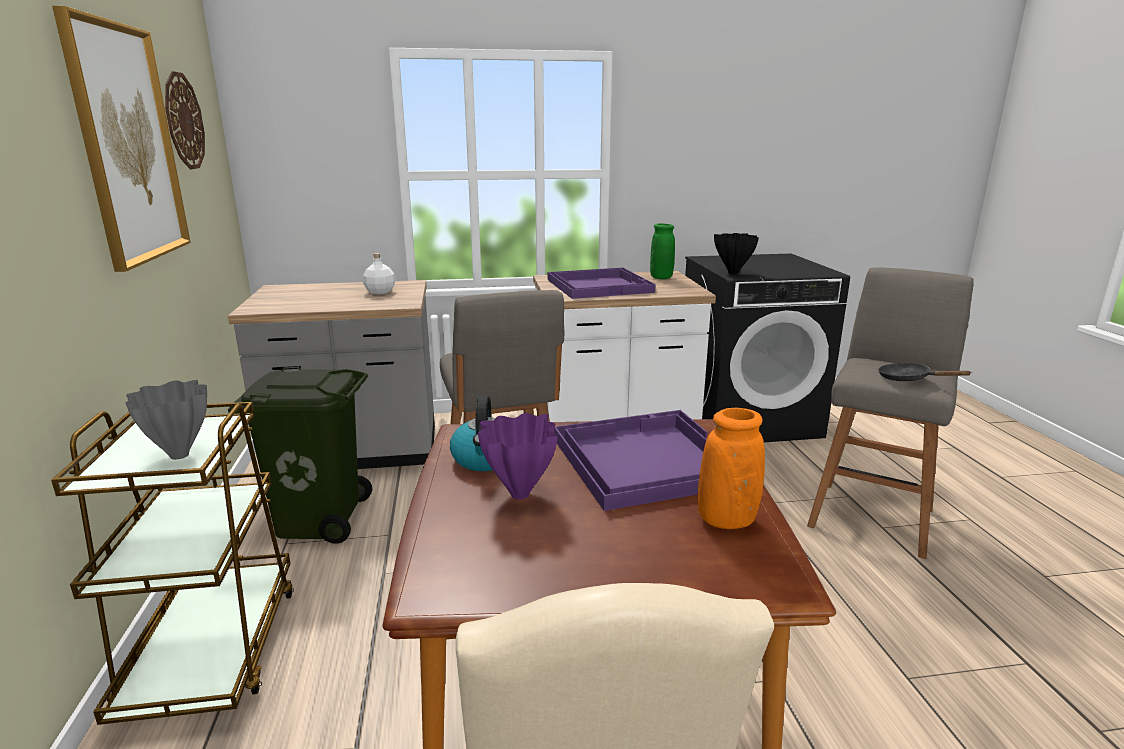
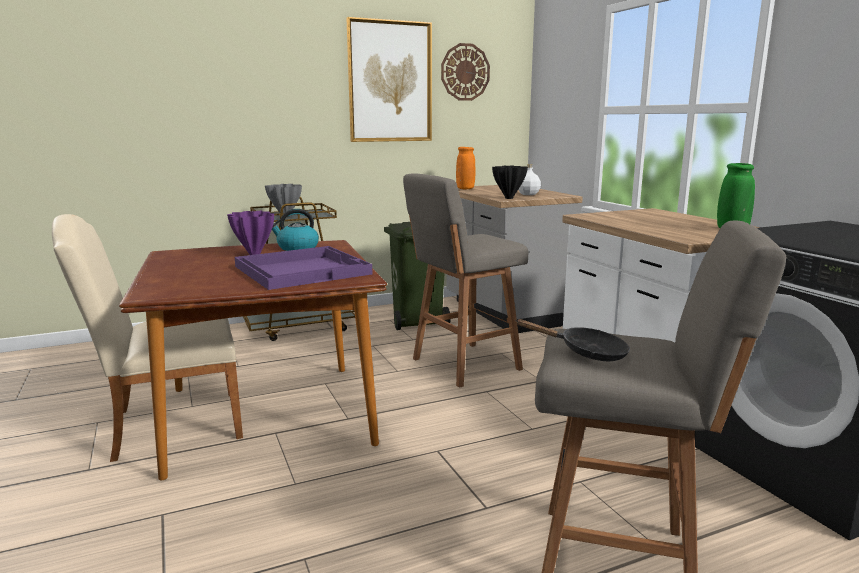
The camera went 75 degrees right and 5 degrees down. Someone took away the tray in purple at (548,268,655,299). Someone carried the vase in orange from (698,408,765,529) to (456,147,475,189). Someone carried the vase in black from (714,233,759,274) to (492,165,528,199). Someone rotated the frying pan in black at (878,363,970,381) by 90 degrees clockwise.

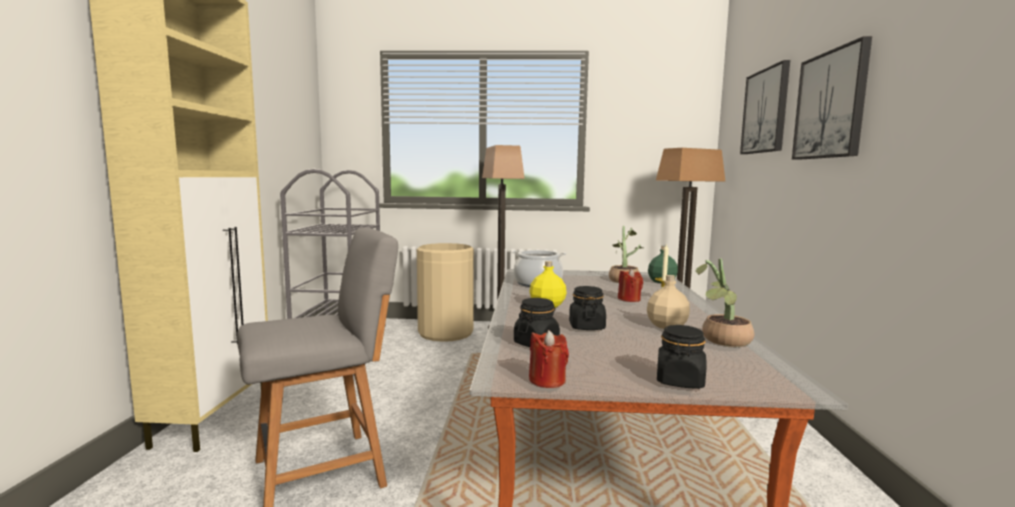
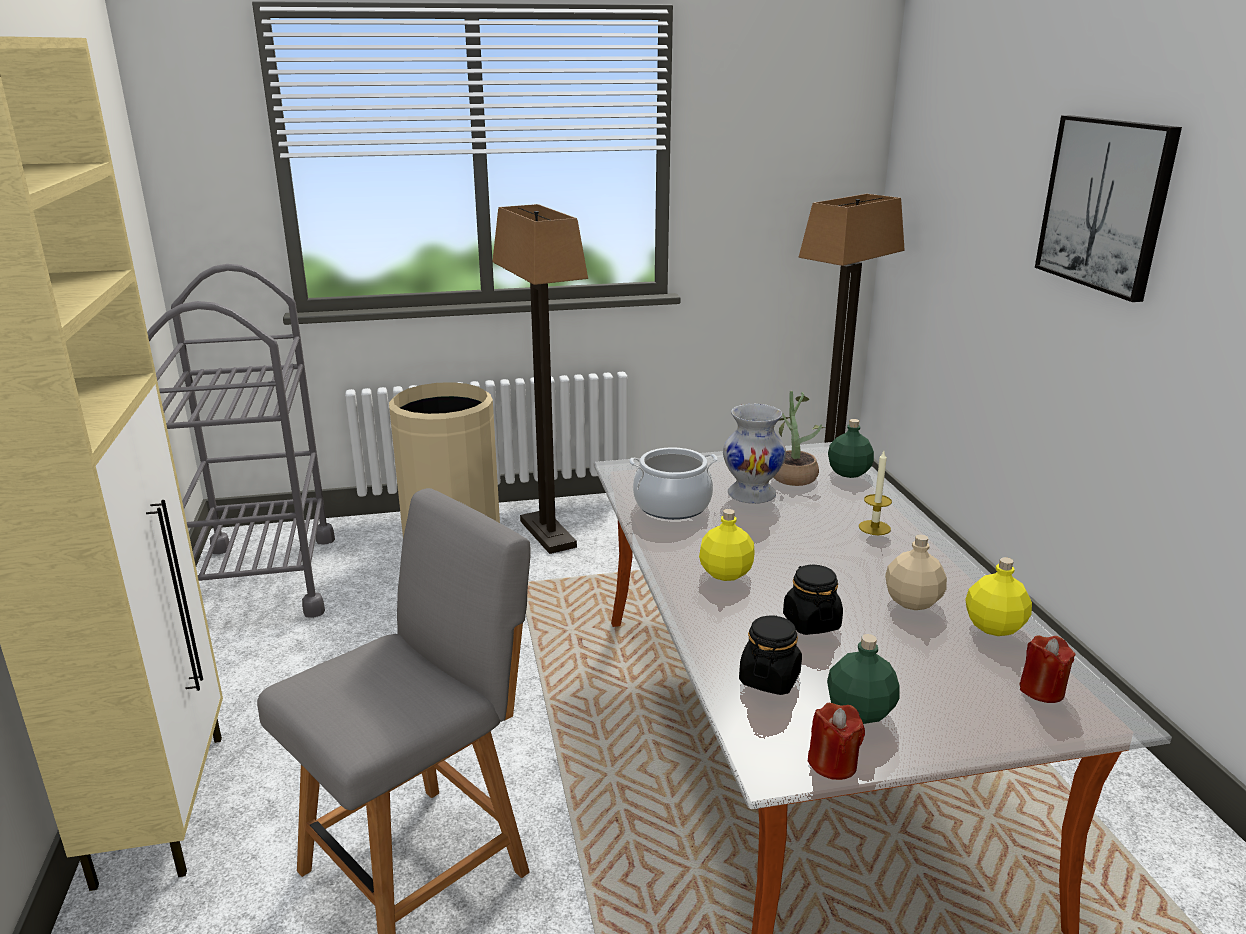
The camera went 15 degrees left and 15 degrees up. Someone took away the jar in black at (657,325,706,389). Someone took away the picture at (740,60,790,154). Someone put down the vase in white at (723,404,786,504). Someone put down the bottle in green at (827,634,900,724). Someone carried the candle in red from (618,268,643,302) to (1020,636,1075,703). Someone swapped the potted plant at (696,258,754,347) for the bottle in yellow at (965,557,1032,636).

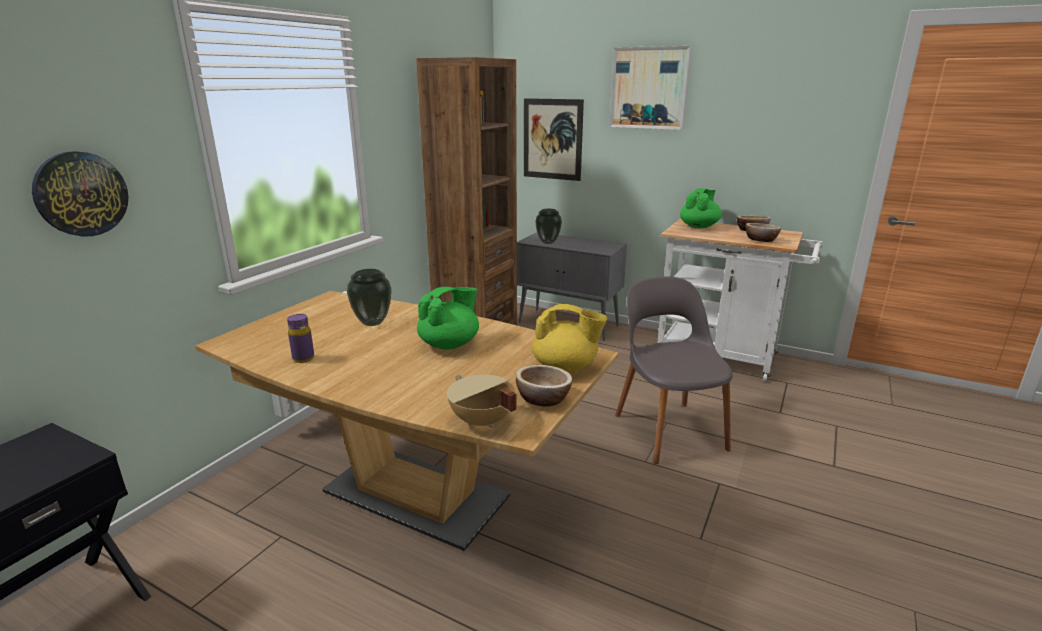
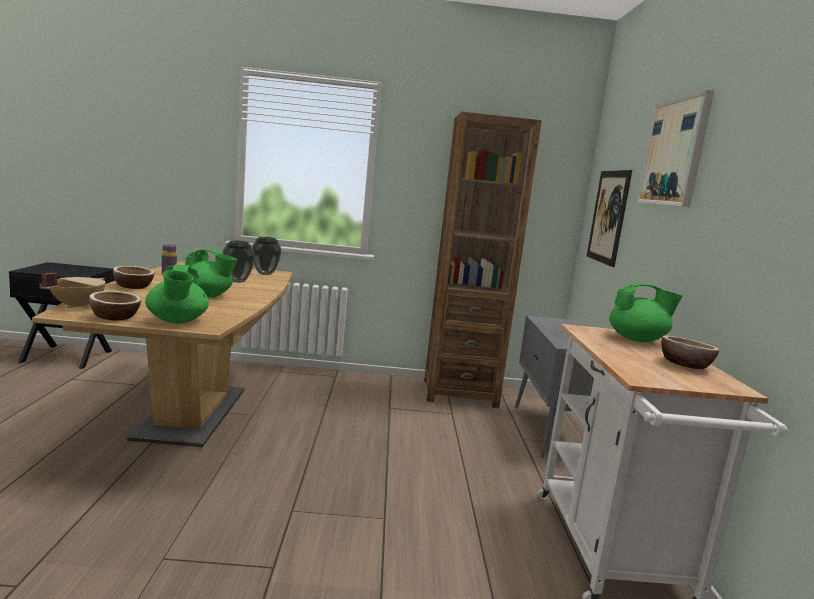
The camera went 60 degrees right and 10 degrees down. Someone took away the wall clock at (32,151,128,236). Someone took away the chair in grey at (615,276,733,464). Someone carried the vase from (535,209,562,244) to (252,237,281,275). Someone carried the bowl from (746,223,781,242) to (113,266,154,289). Someone repainted the teapot in yellow at (532,304,607,372), which became the teapot in green at (145,264,209,324).

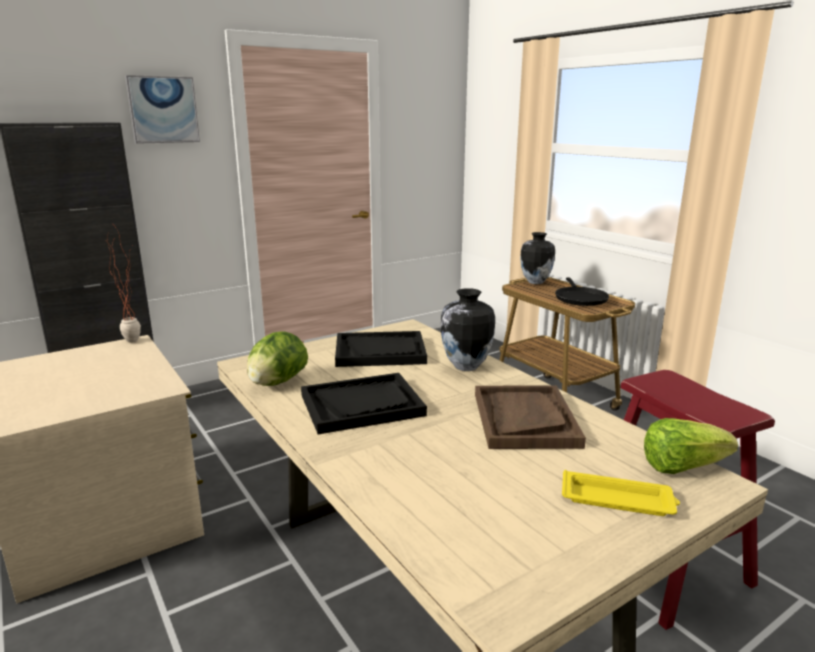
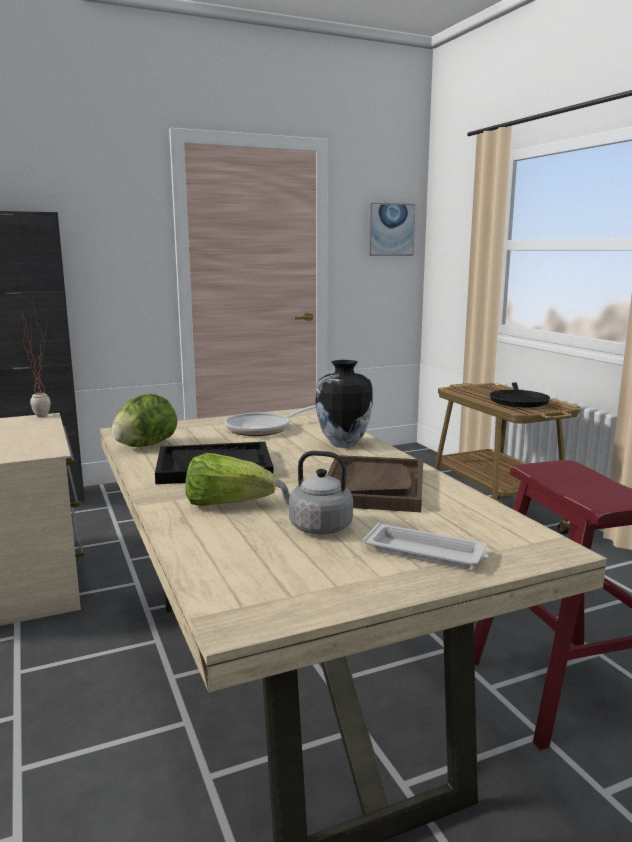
The camera went 10 degrees right and 5 degrees down. Someone took away the vase at (520,232,555,284). Someone put down the kettle in grey at (276,451,353,535). Someone carried the picture from (125,75,200,144) to (368,203,415,256). Someone carried the lettuce from (644,418,738,474) to (185,453,276,506). Someone swapped the tray in black at (335,331,427,367) for the frying pan at (225,405,316,436). Someone repainted the tray in yellow at (562,470,680,516), which became the tray in white at (363,522,489,569).

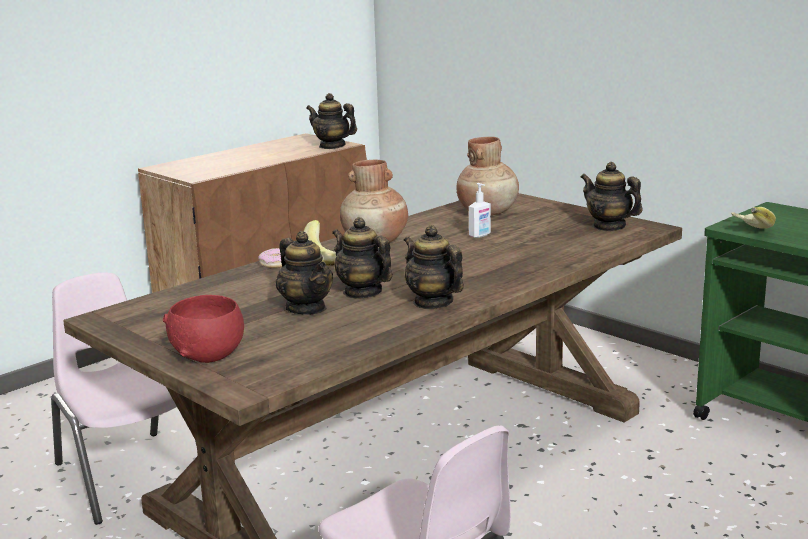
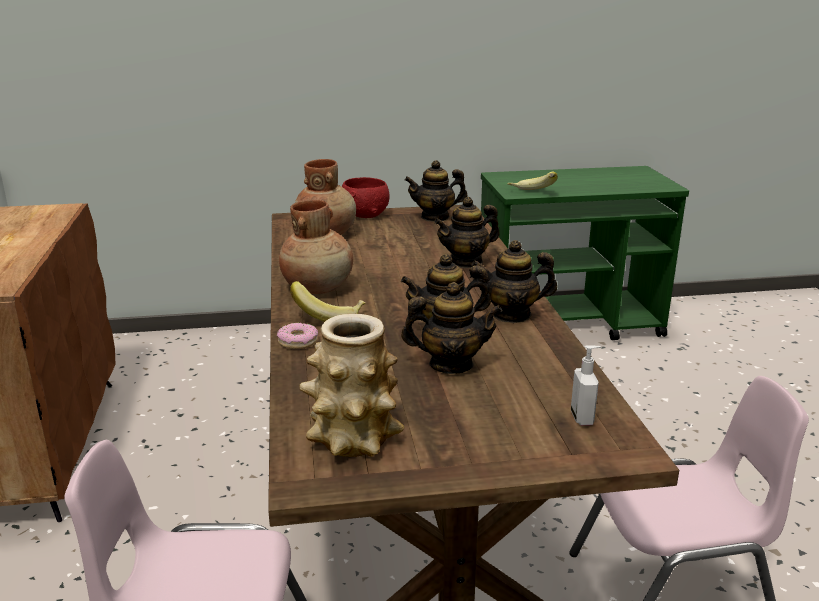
The camera went 55 degrees left and 5 degrees up. Someone put down the vase at (299,314,404,457). Someone carried the bowl in red from (163,295,244,363) to (342,177,390,218). Someone carried the teapot from (306,93,357,149) to (434,197,500,268). Someone carried the soap dispenser from (469,183,491,238) to (571,345,601,425).

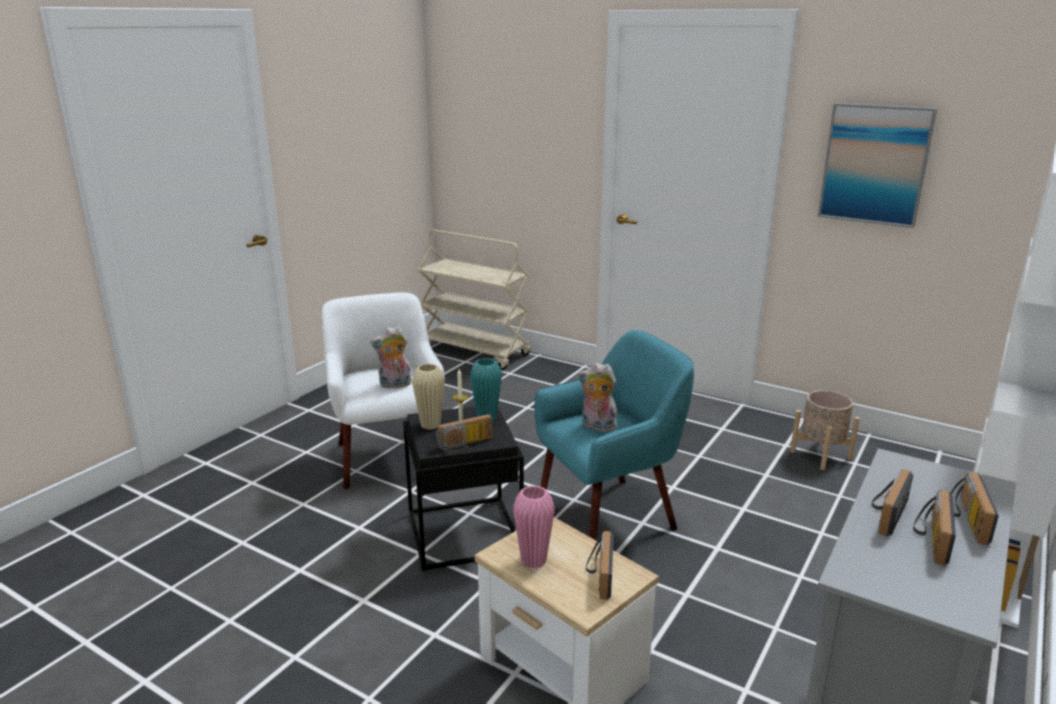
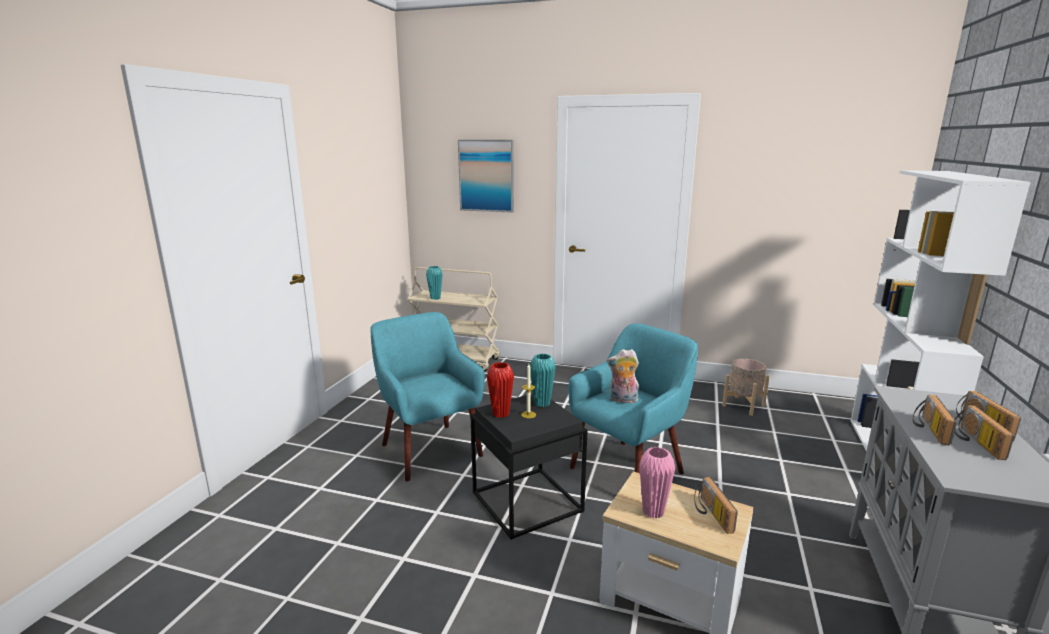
The camera went 15 degrees left and 5 degrees down. Someone took away the plush toy at (371,326,412,388). Someone took away the radio at (436,414,492,453). Someone put down the vase in turquoise at (426,266,443,300). Someone carried the picture from (818,103,937,228) to (458,140,514,213). Someone repainted the armchair in white at (322,292,445,489), which became the armchair in turquoise at (370,312,485,481). Someone repainted the vase in beige at (412,364,445,430), which became the vase in red at (487,362,514,418).

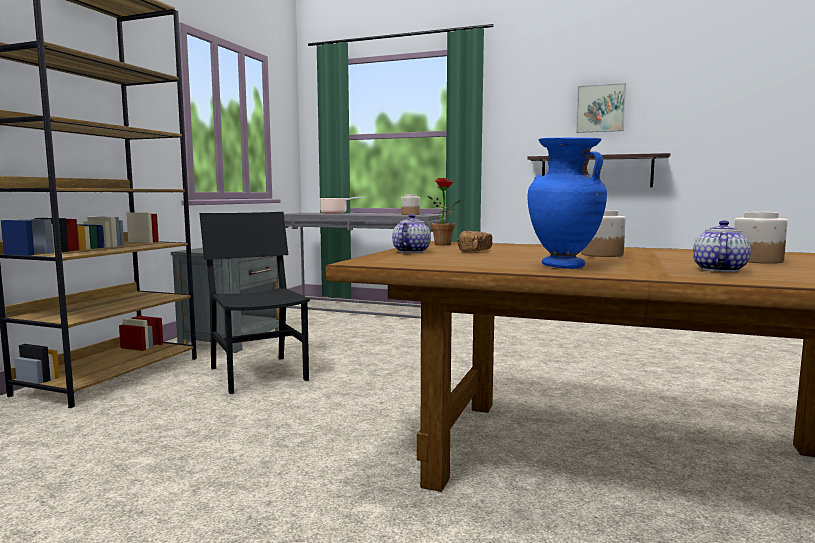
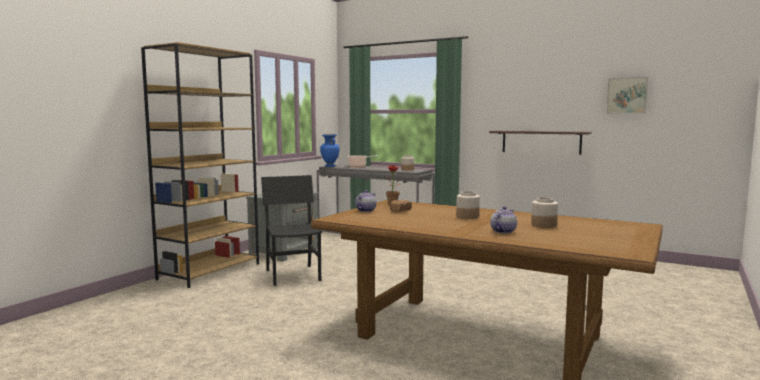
The camera went 10 degrees right and 0 degrees up. Someone carried the vase in blue from (527,137,607,269) to (320,134,339,167). Someone carried the picture from (576,83,626,133) to (606,77,648,114).

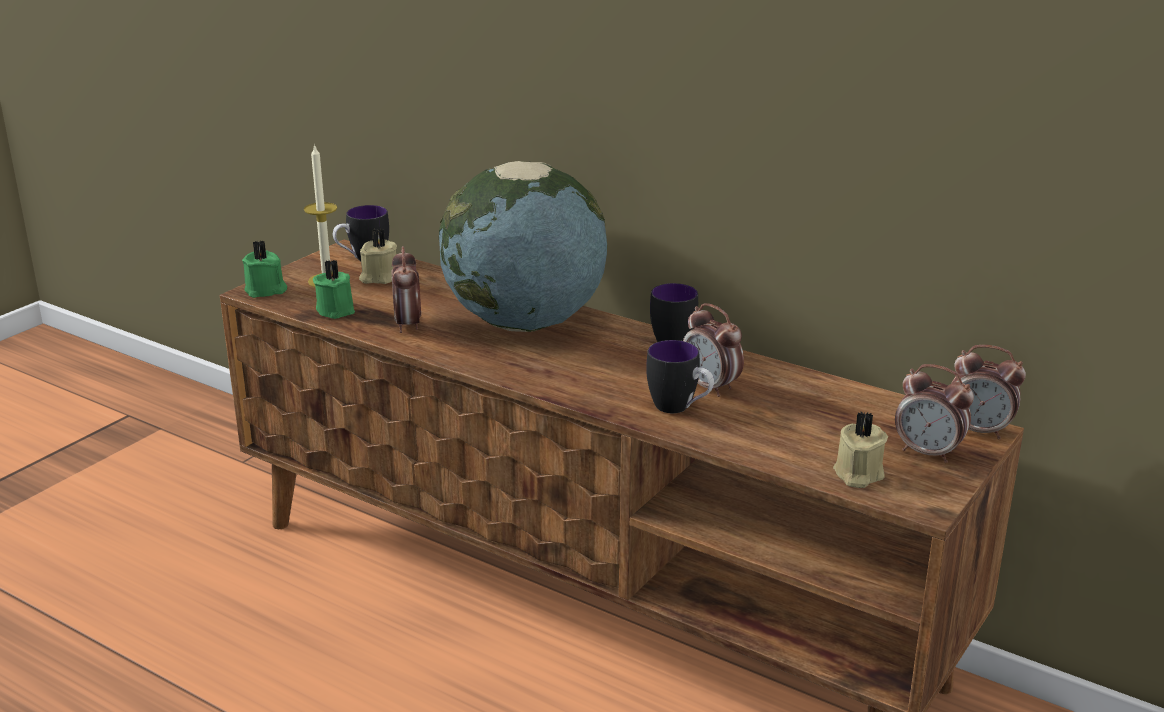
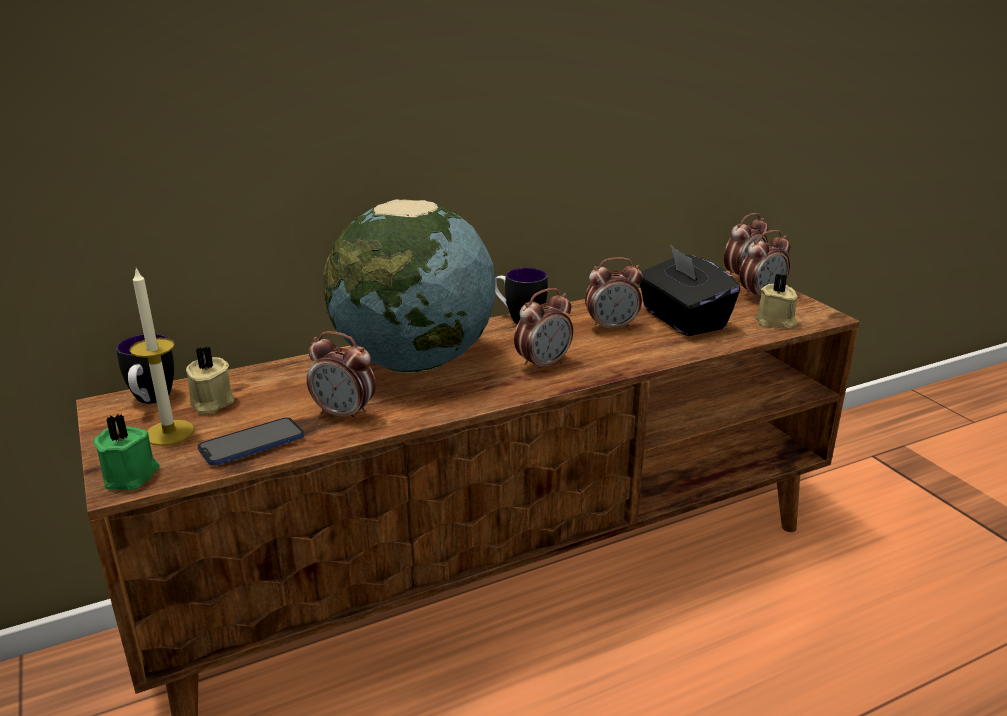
The camera went 60 degrees left and 0 degrees up. Someone took away the mug at (646,340,714,413). Someone put down the alarm clock at (514,288,573,373). Someone put down the tissue box in black at (640,245,740,336). Someone swapped the candle in green at (313,259,355,319) for the phone at (198,417,304,466).

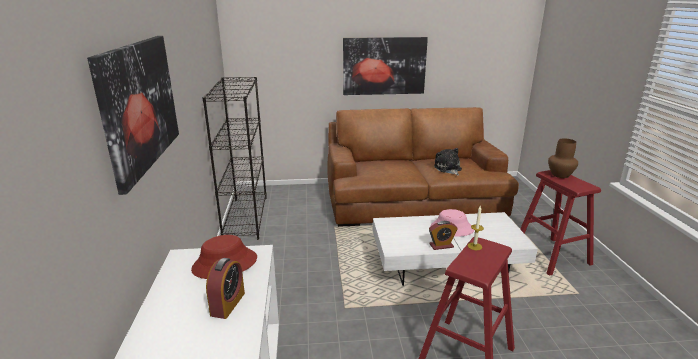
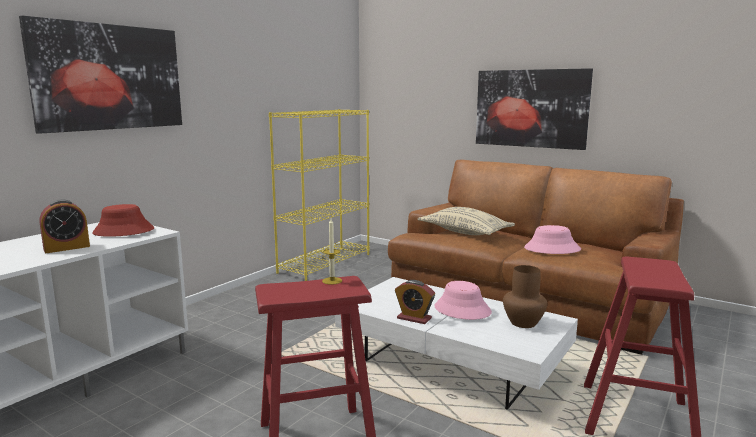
The camera went 40 degrees right and 10 degrees down. Someone put down the pillow in beige at (417,207,515,235). Someone carried the vase in brown from (548,138,578,178) to (503,265,547,328). Someone swapped the plush toy at (434,148,462,176) for the hat in pink at (524,225,581,254). Someone repainted the bookcase in black at (202,77,267,240), which became the bookcase in yellow at (269,109,370,281).

